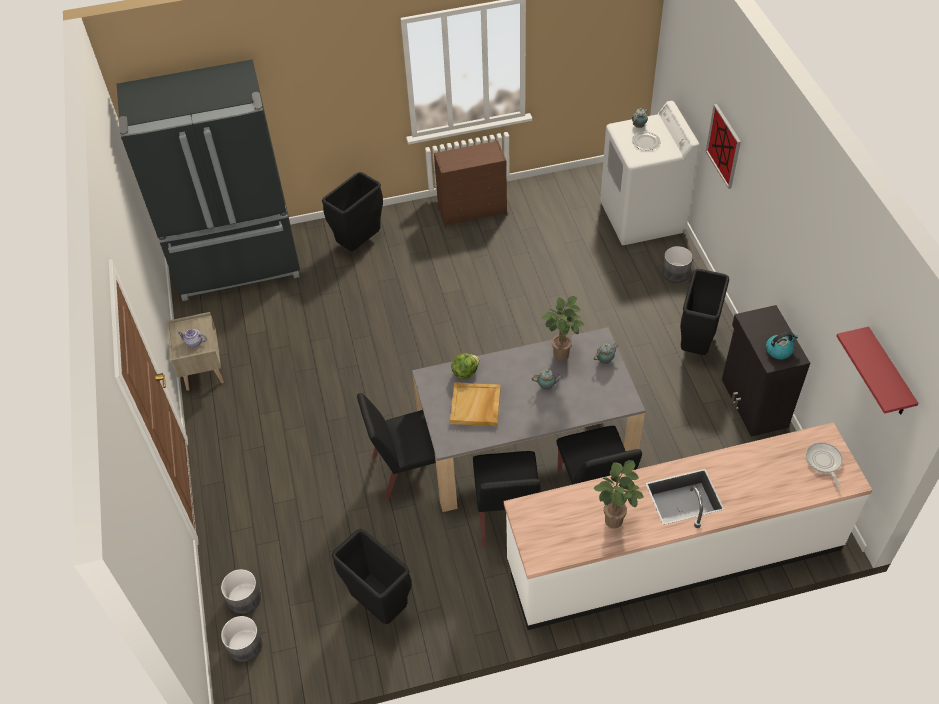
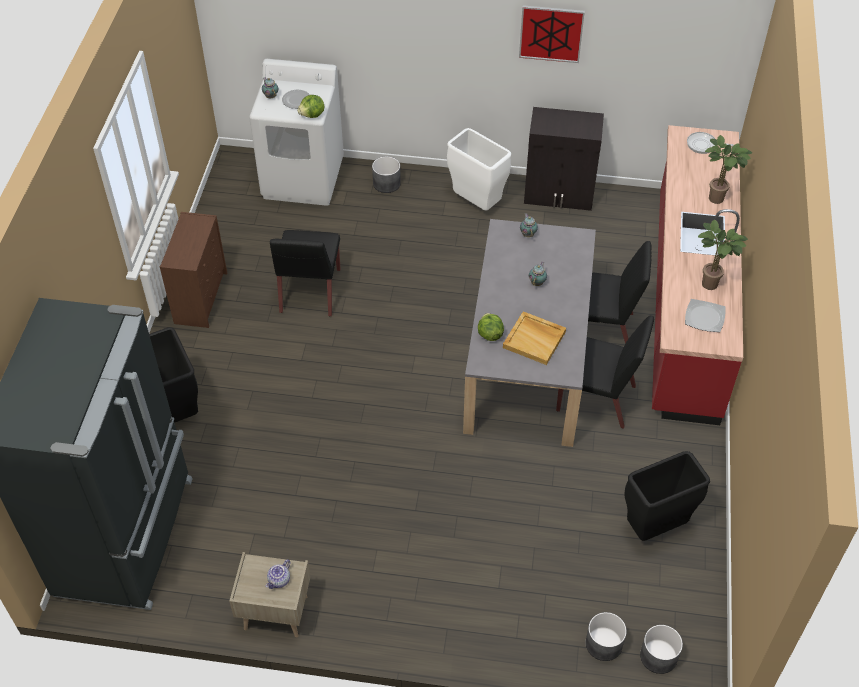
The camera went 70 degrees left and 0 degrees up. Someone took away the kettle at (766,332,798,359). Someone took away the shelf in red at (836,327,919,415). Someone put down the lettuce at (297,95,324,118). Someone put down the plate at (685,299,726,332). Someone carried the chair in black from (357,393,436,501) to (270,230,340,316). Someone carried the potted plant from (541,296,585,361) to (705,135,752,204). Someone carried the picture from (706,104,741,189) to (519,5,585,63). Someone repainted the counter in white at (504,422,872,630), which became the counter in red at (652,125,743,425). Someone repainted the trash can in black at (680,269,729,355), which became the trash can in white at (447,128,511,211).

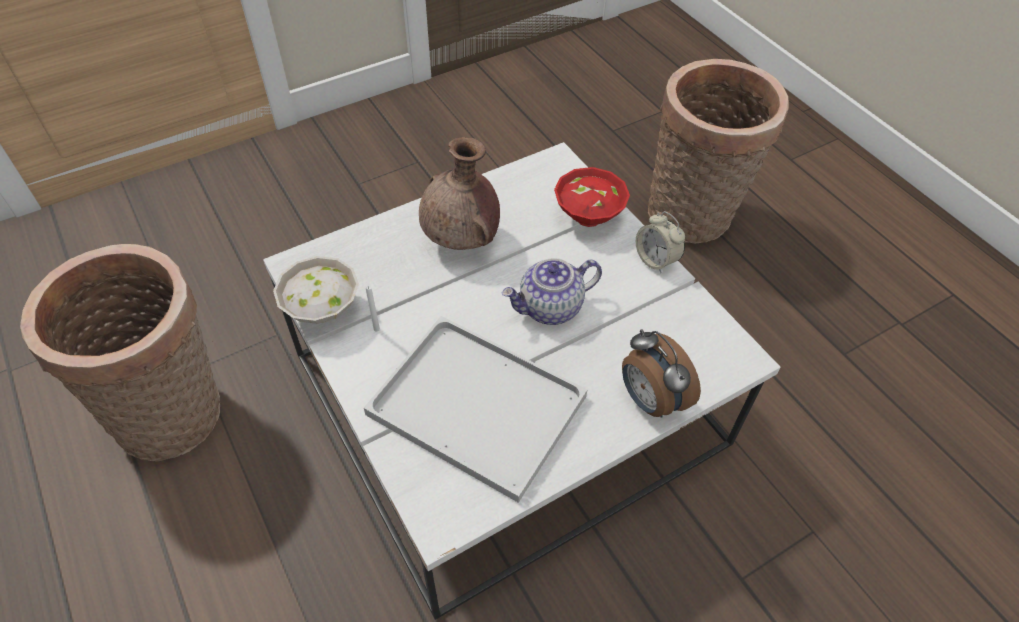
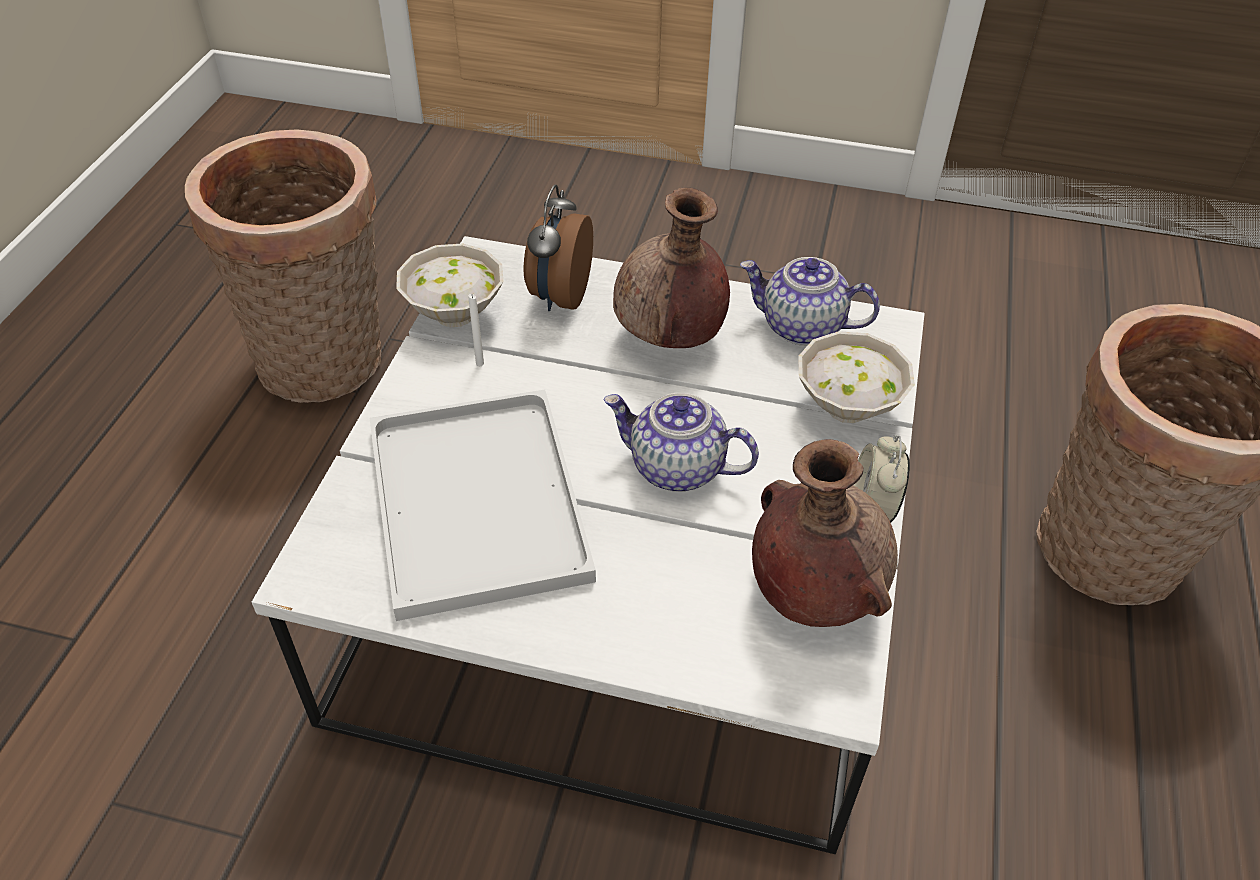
The camera went 45 degrees right and 5 degrees down. Someone put down the teapot at (740,257,880,346). Someone put down the vase in brown at (752,439,898,627). Someone carried the alarm clock from (622,329,701,418) to (524,185,593,311). Someone repainted the bowl in red at (554,167,630,227), which became the bowl in white at (798,331,915,423).

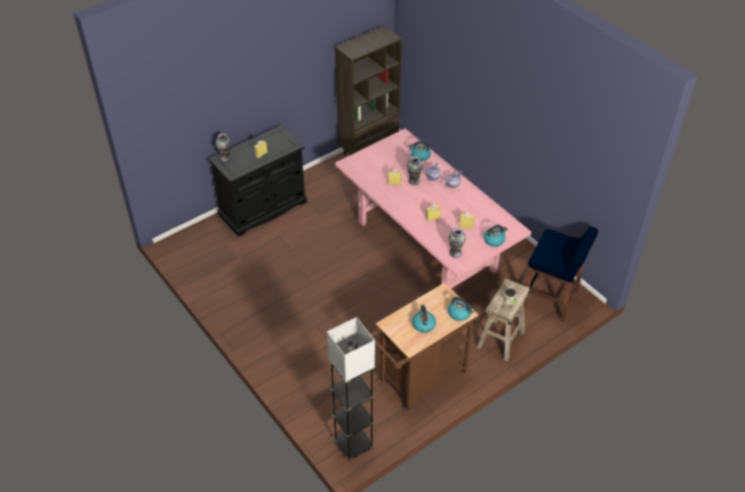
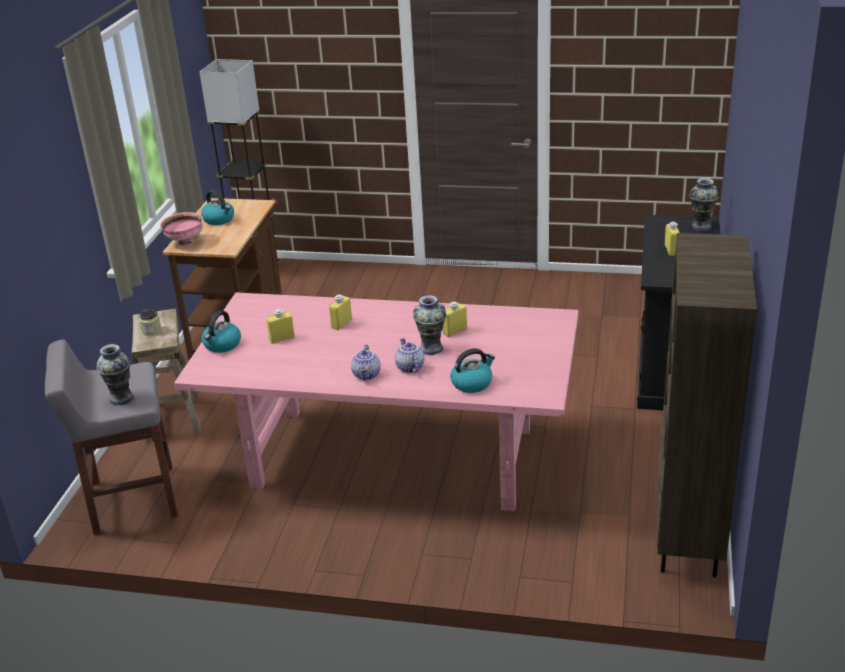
The camera went 140 degrees right and 15 degrees down. Someone carried the vase from (448,228,466,258) to (97,344,134,405). Someone swapped the kettle at (448,297,474,321) for the bowl in pink at (160,212,203,246). Someone repainted the stool in blue at (524,226,598,322), which became the stool in grey at (45,340,178,534).

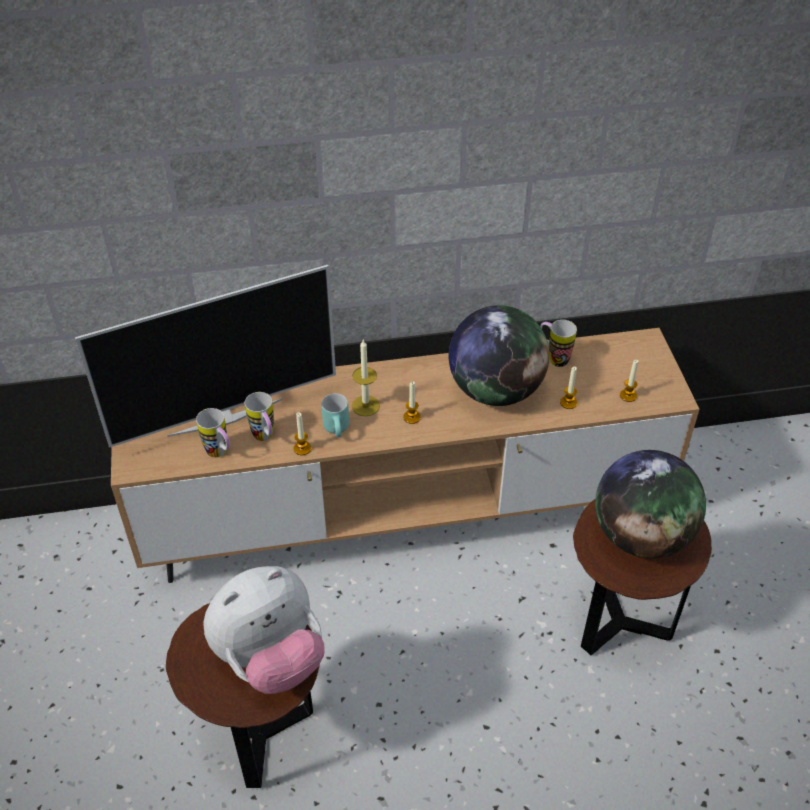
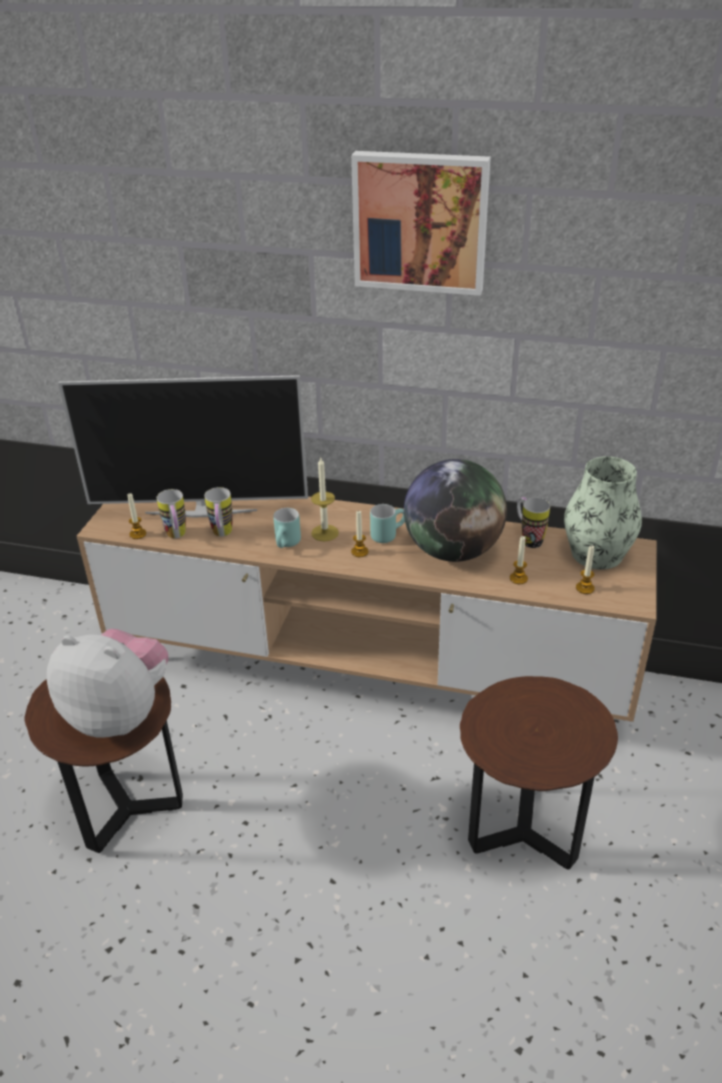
The camera went 25 degrees right and 10 degrees down. Someone took away the globe at (595,450,706,558). Someone put up the picture at (351,151,491,296). Someone put down the mug in turquoise at (370,504,405,543). Someone put down the vase at (564,456,642,570). Someone carried the candle from (294,412,311,455) to (127,493,146,539). Someone rotated the plush toy at (203,566,324,694) by 150 degrees counterclockwise.

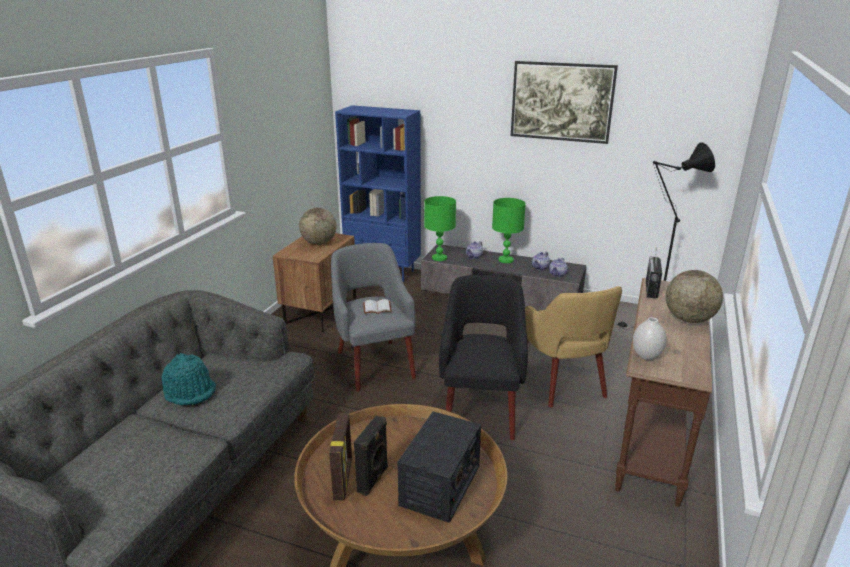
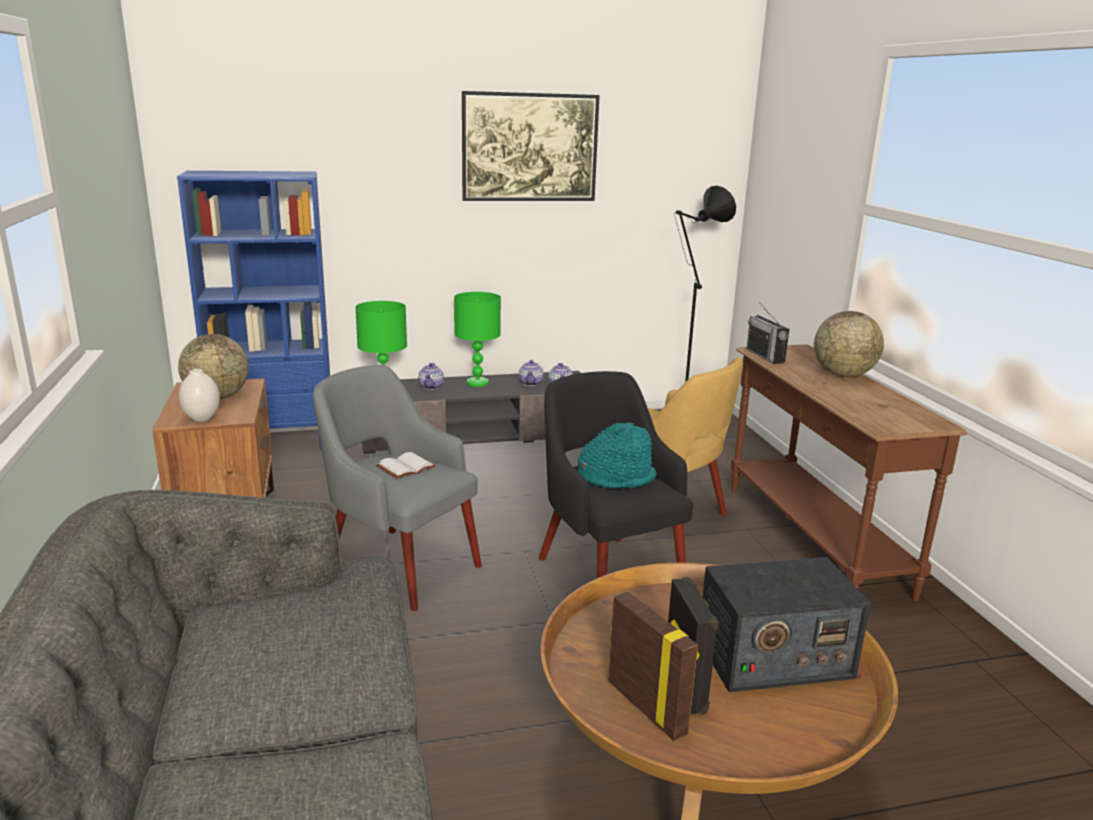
The camera went 35 degrees left and 5 degrees down. Someone carried the hat in turquoise from (162,353,216,405) to (578,422,656,489). Someone carried the vase in white from (633,317,667,360) to (179,369,220,422). Someone rotated the radio at (397,411,481,523) by 90 degrees clockwise.

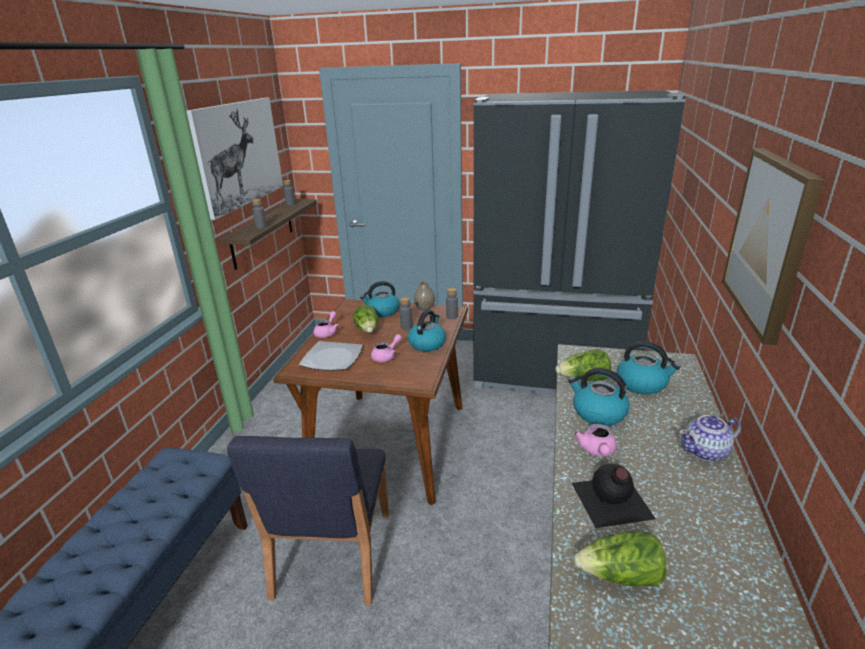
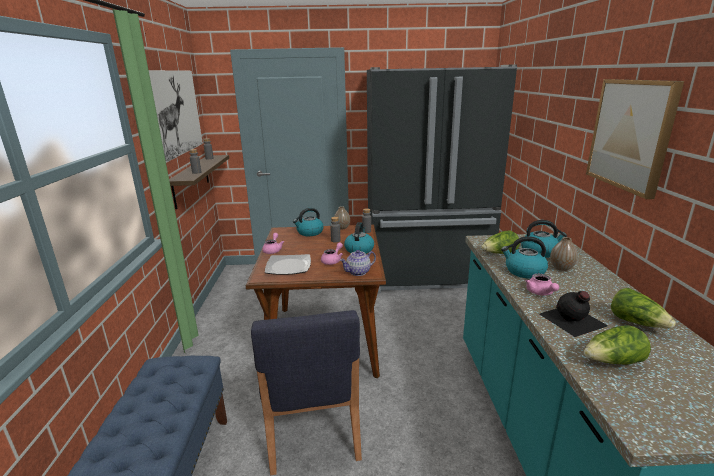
The camera went 15 degrees left and 5 degrees down. Someone put down the vase at (550,237,578,271). Someone carried the lettuce from (353,305,378,333) to (611,288,676,328). Someone carried the teapot from (679,415,741,461) to (339,250,376,276).

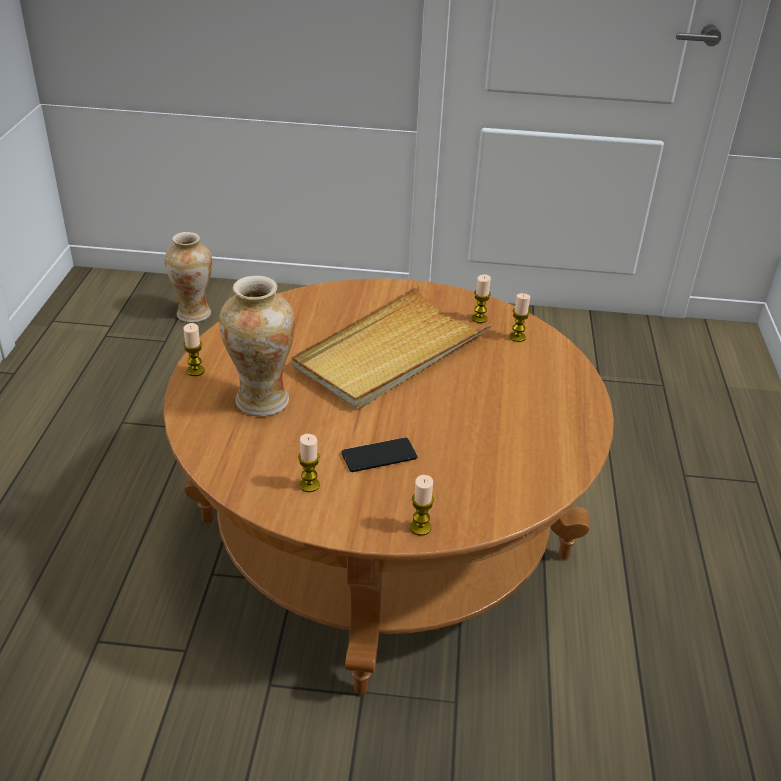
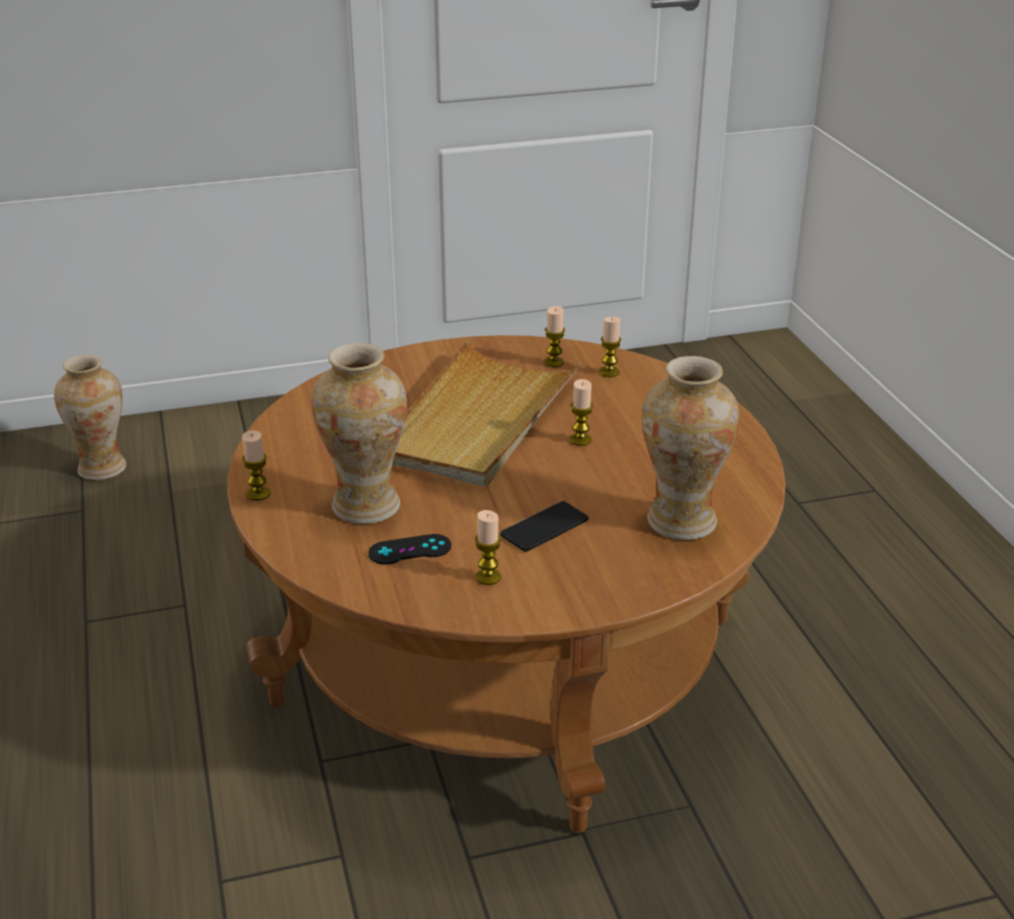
The camera went 20 degrees left and 5 degrees down. Someone put down the game controller in black at (368,534,451,565). Someone put down the vase at (642,356,739,540). Someone carried the candle from (410,475,434,536) to (570,379,593,446).

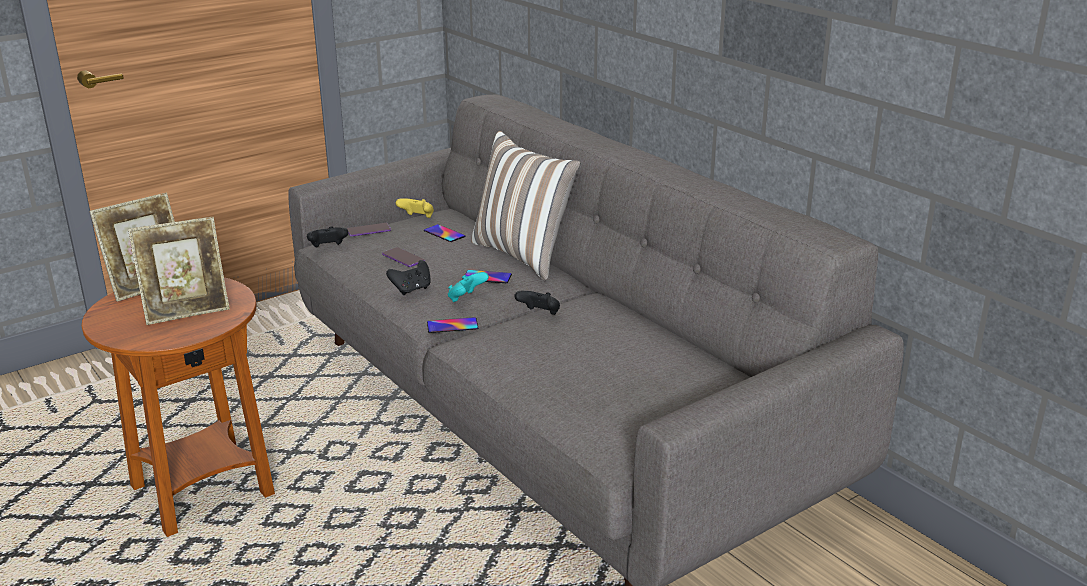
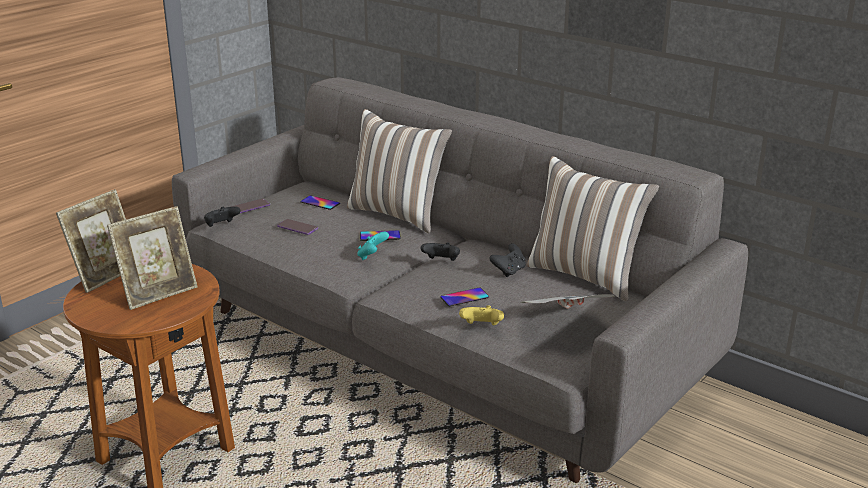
The camera went 15 degrees left and 0 degrees up. Someone put down the newspaper at (520,294,615,309). Someone put down the pillow at (527,156,659,301). Someone carried the game controller in black from (386,260,431,295) to (489,243,526,277). Someone carried the game controller in yellow from (396,198,434,218) to (459,305,504,325). Someone carried the phone from (427,317,478,333) to (440,287,489,306).

